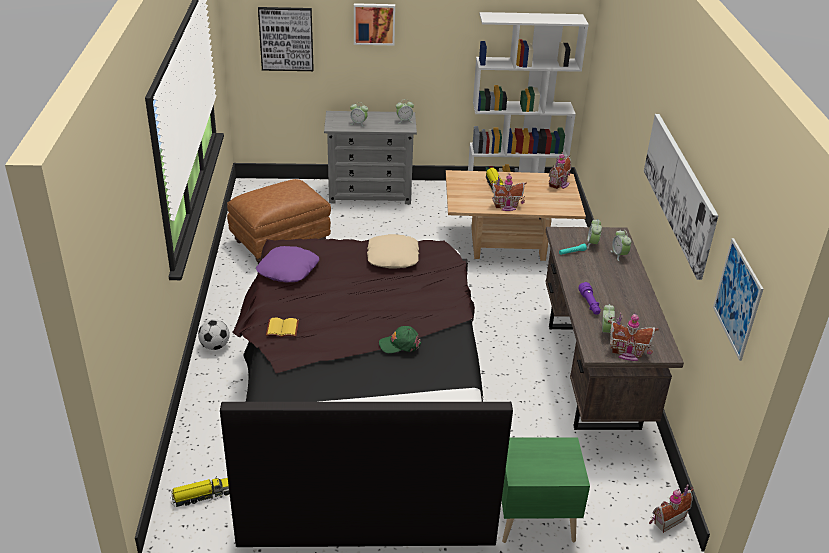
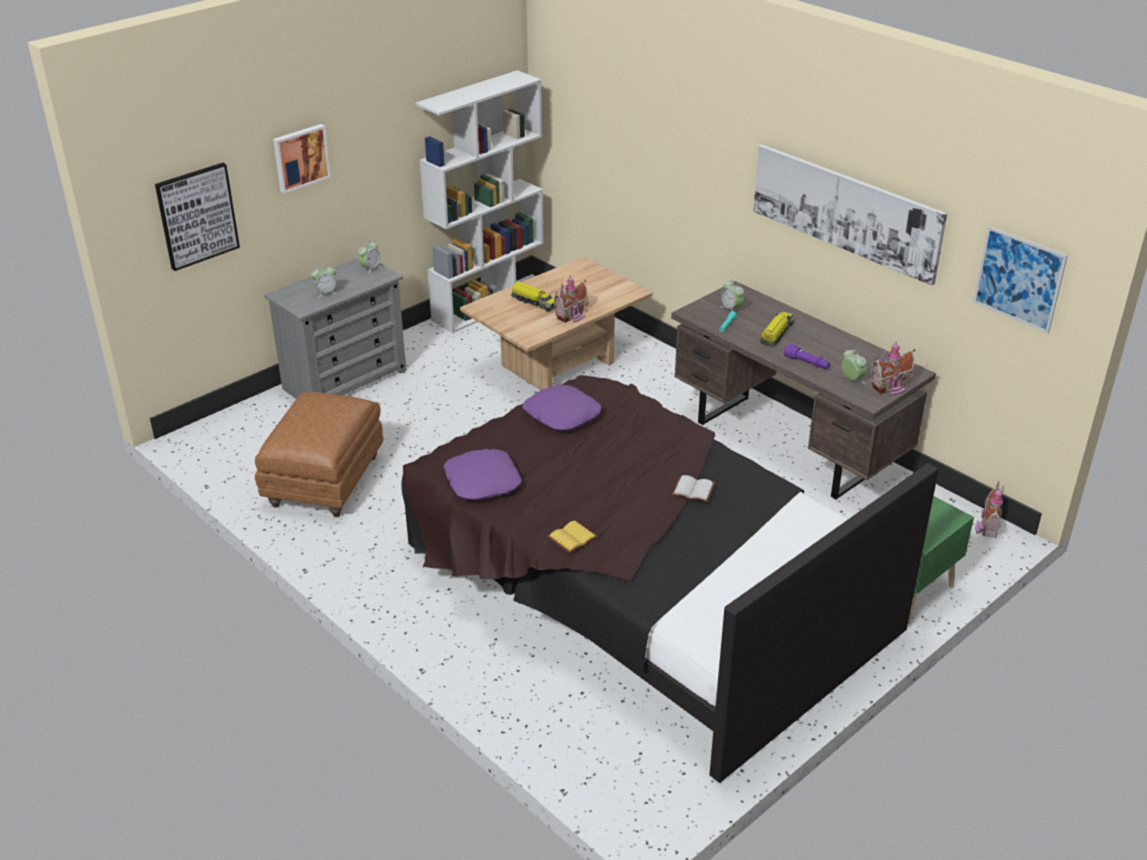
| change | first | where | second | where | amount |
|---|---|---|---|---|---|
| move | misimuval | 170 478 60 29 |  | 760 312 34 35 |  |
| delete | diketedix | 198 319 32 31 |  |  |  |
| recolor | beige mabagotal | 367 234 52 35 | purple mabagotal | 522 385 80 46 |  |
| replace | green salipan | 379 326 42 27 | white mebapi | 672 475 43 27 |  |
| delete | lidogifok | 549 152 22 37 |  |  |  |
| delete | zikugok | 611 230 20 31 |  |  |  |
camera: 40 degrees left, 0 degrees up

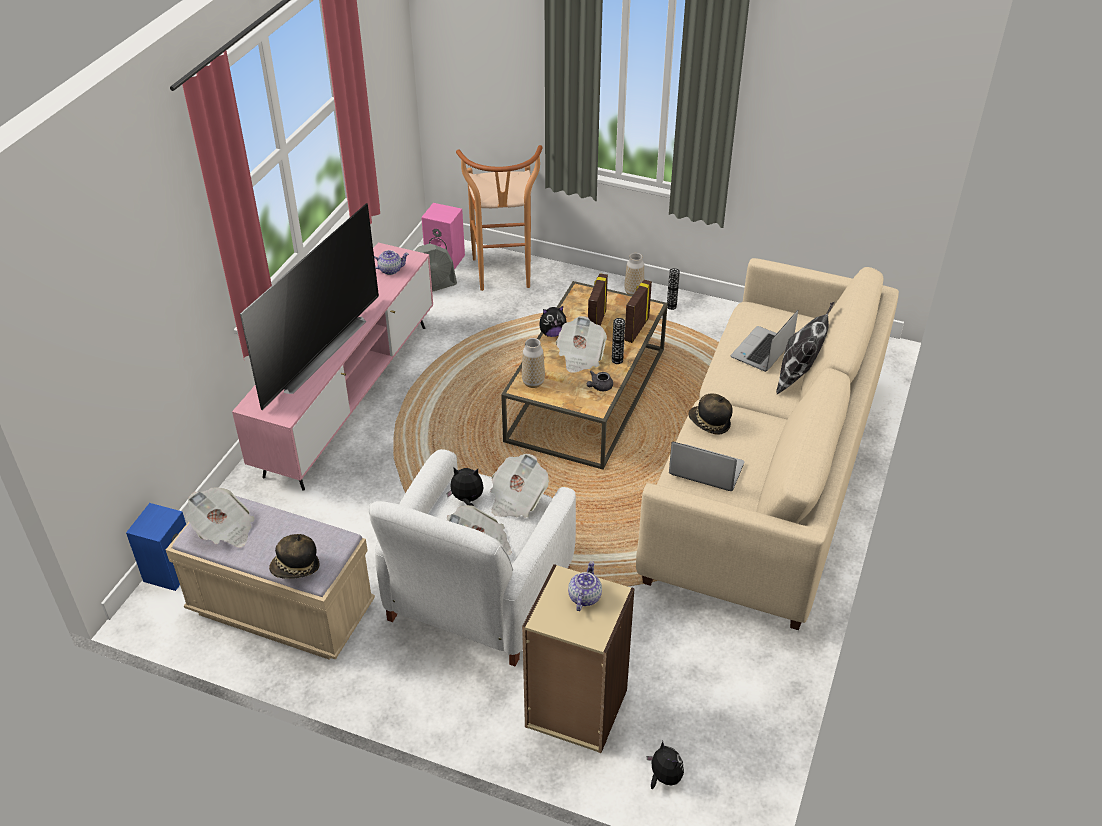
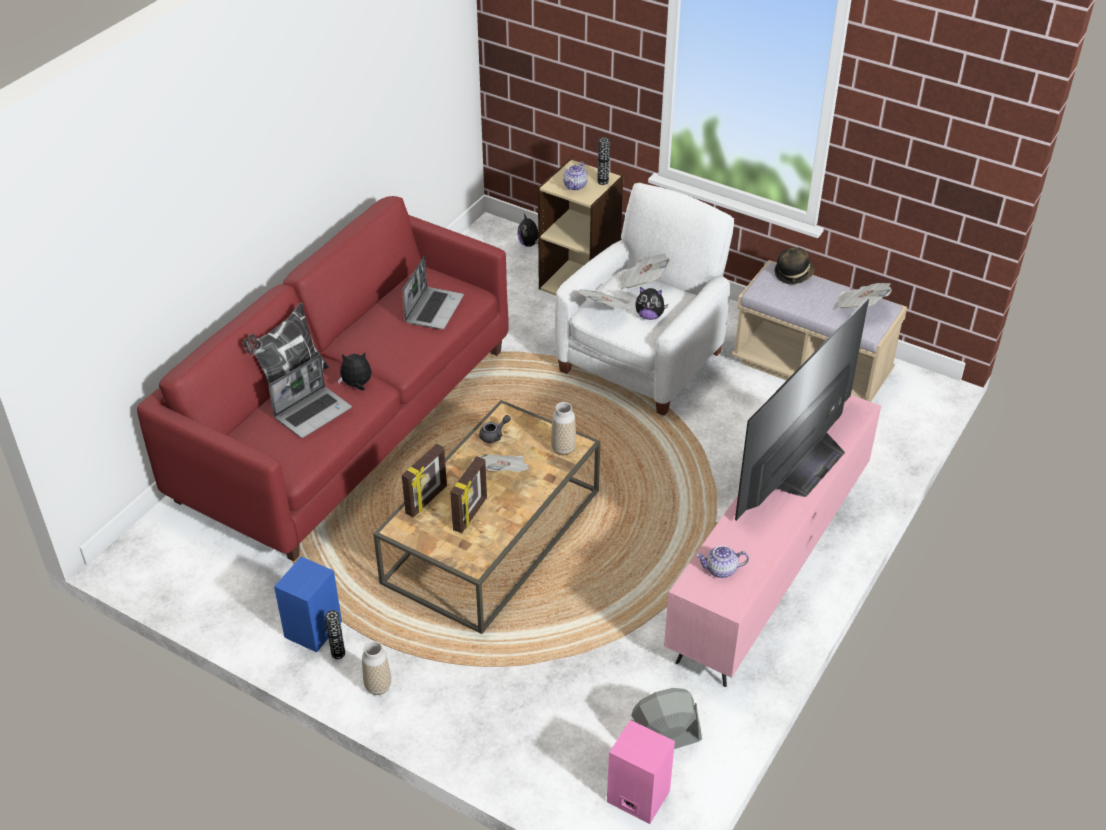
| change | first | where | second | where | amount |
|---|---|---|---|---|---|
| move | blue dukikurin | 126 503 60 88 |  | 274 557 68 95 |  |
| delete | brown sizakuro | 456 145 87 146 |  |  |  |
| move | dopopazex | 539 306 28 31 |  | 338 353 34 37 |  |
| move | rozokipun | 612 318 13 46 |  | 597 138 13 47 |  |
| recolor | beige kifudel | 636 258 263 372 | red kifudel | 137 196 372 365 |  |
| rotate | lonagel | 669 442 75 49 |  | 402 256 62 74 | 105 degrees counterclockwise |
| delete | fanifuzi | 688 393 45 42 |  |  |  |
camera: 170 degrees left, 0 degrees up

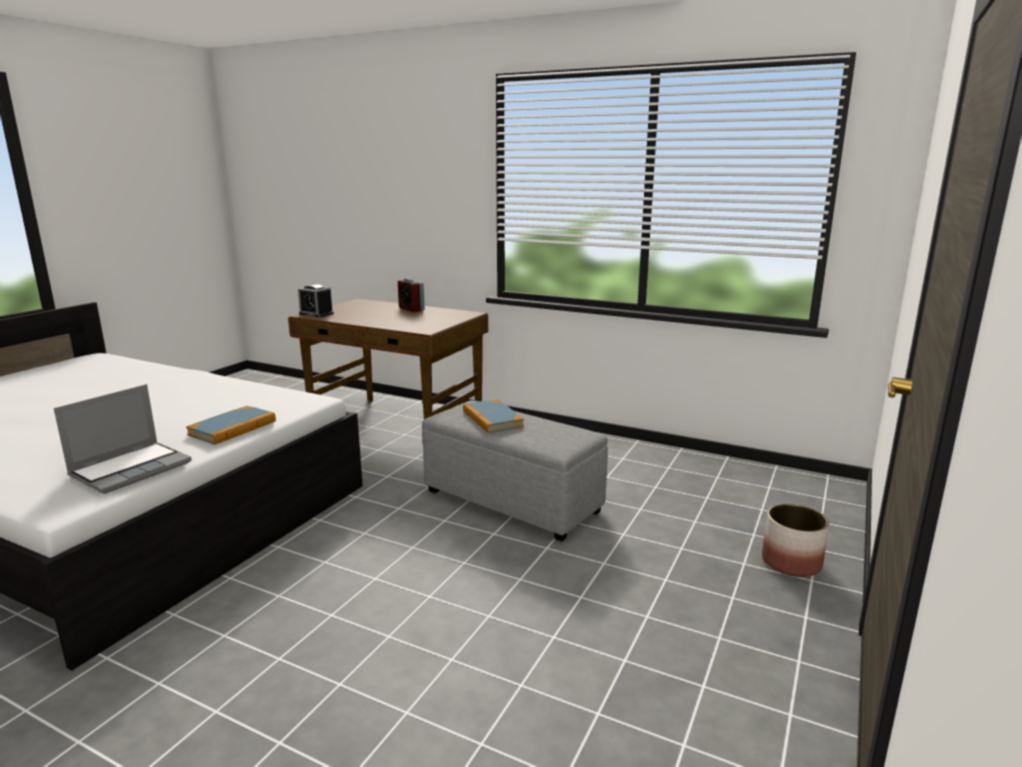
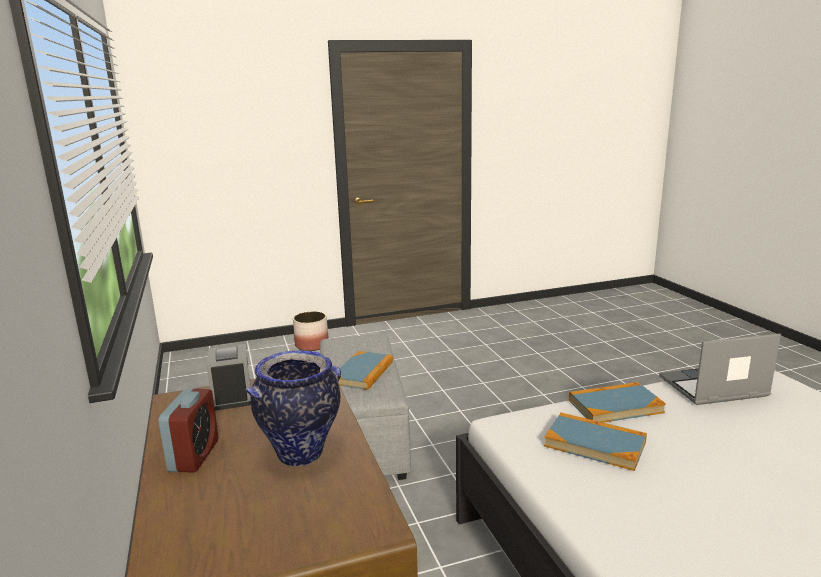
| change | first | where | second | where | amount |
|---|---|---|---|---|---|
| move | zikugok | 298 284 36 33 |  | 207 344 44 67 |  |
| insert |  |  | rozokipun | 245 350 96 116 |  |
| insert |  |  | mebapi | 544 413 103 58 |  |
camera: 135 degrees left, 0 degrees up

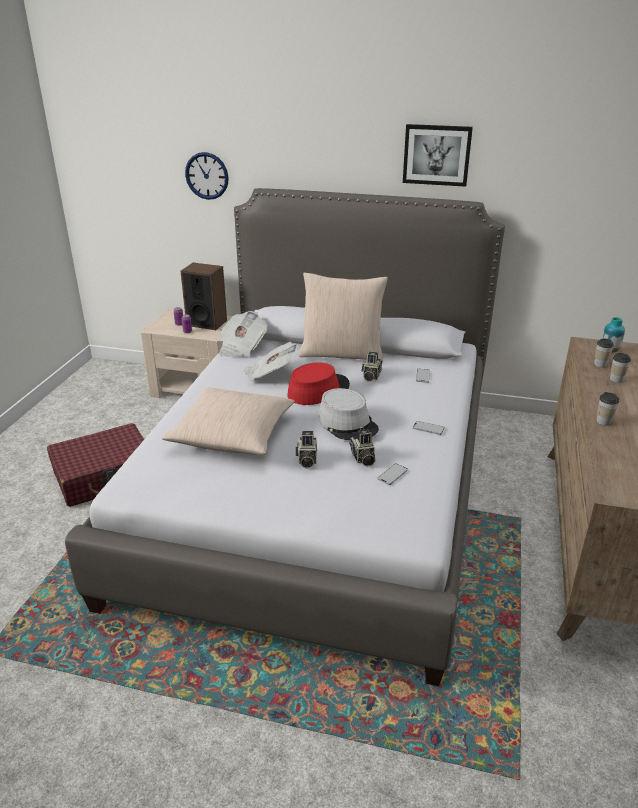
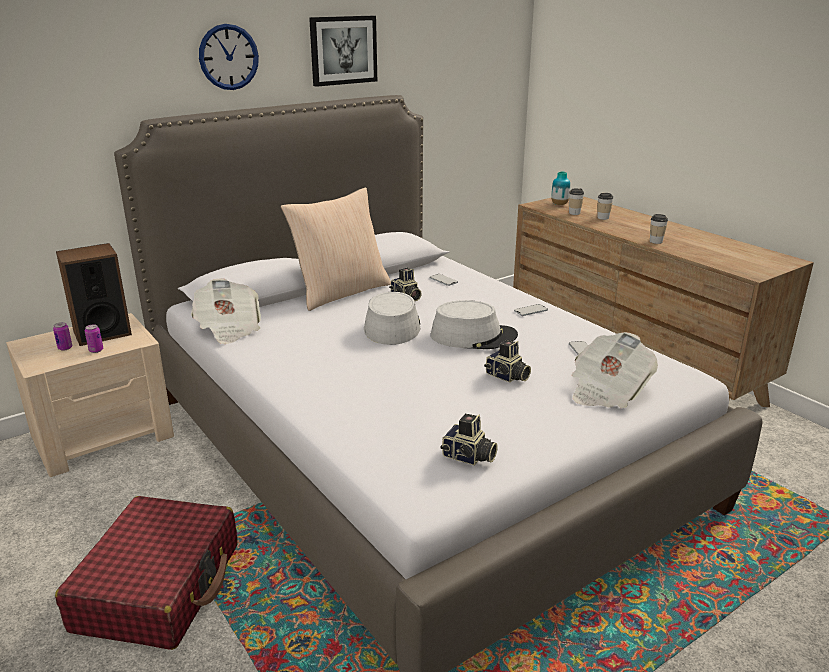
| change | first | where | second | where | amount |
|---|---|---|---|---|---|
| delete | beige mabagotal | 162 388 133 67 |  |  |  |
| move | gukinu | 185 152 44 48 |  | 199 24 60 66 |  |
| move | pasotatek | 244 342 55 39 |  | 572 332 86 76 |  |
| recolor | red fanifuzi | 287 362 63 43 | grey fanifuzi | 364 292 57 53 |  |
| move | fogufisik | 349 429 27 38 |  | 440 414 58 51 |  |
camera: 50 degrees left, 5 degrees down

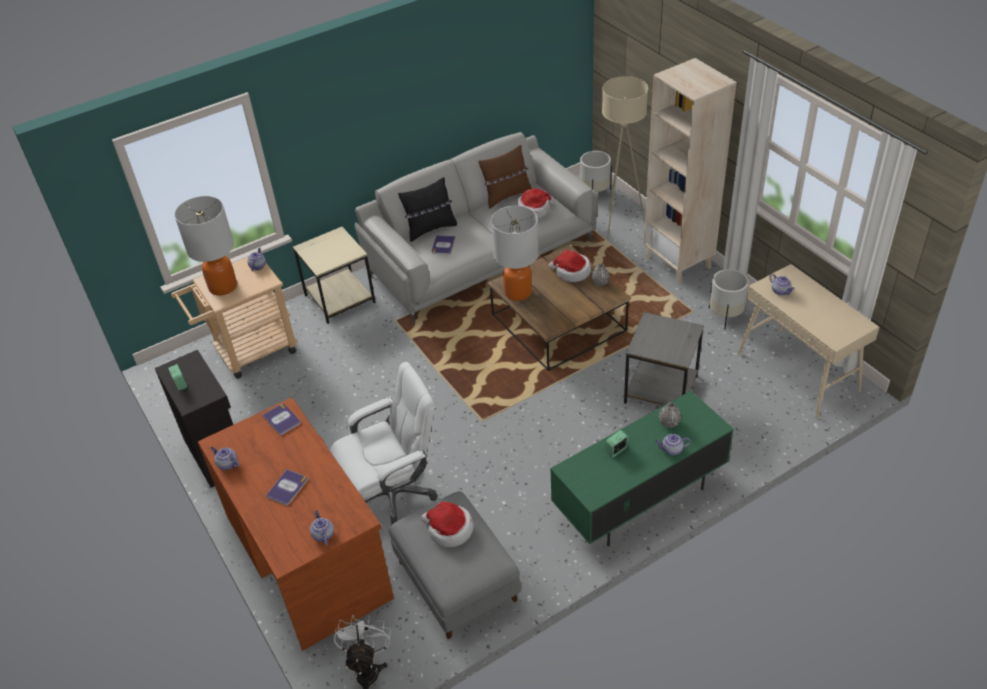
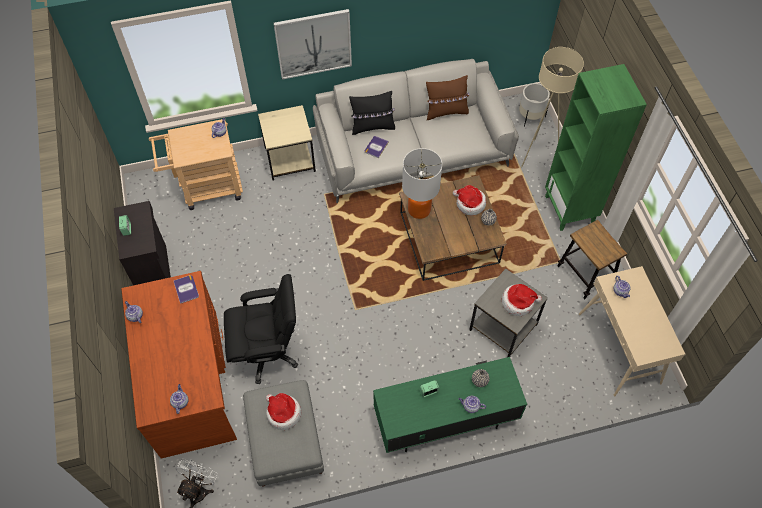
| change | first | where | second | where | amount |
|---|---|---|---|---|---|
| delete | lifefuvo | 174 196 63 100 |  |  |  |
| delete | mebapi | 266 469 41 36 |  |  |  |
| recolor | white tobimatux | 330 362 108 162 | black tobimatux | 224 274 74 110 |  |
| move | fanifuzi | 517 189 39 29 |  | 502 284 40 32 |  |
| recolor | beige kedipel | 644 58 93 226 | green kedipel | 545 64 102 167 |  |
| replace | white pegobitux | 709 269 40 60 | sizakuro | 558 220 69 79 |  |
| insert |  |  | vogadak | 273 9 79 70 |  |
camera: 15 degrees right, 15 degrees up

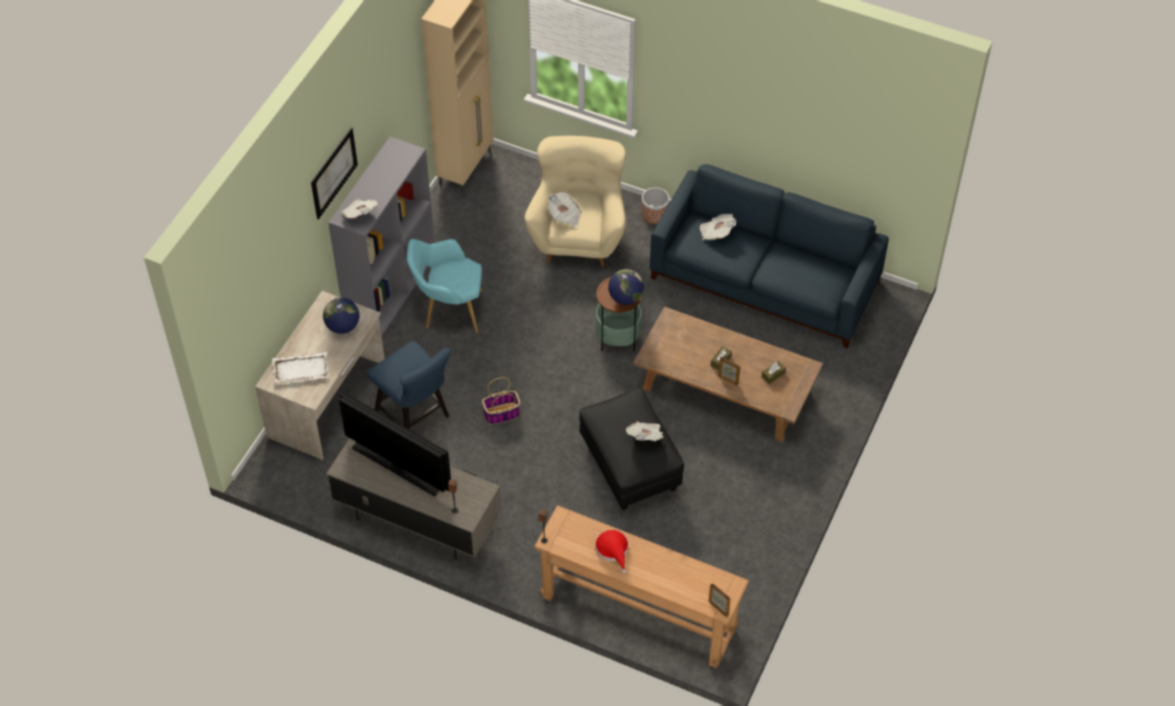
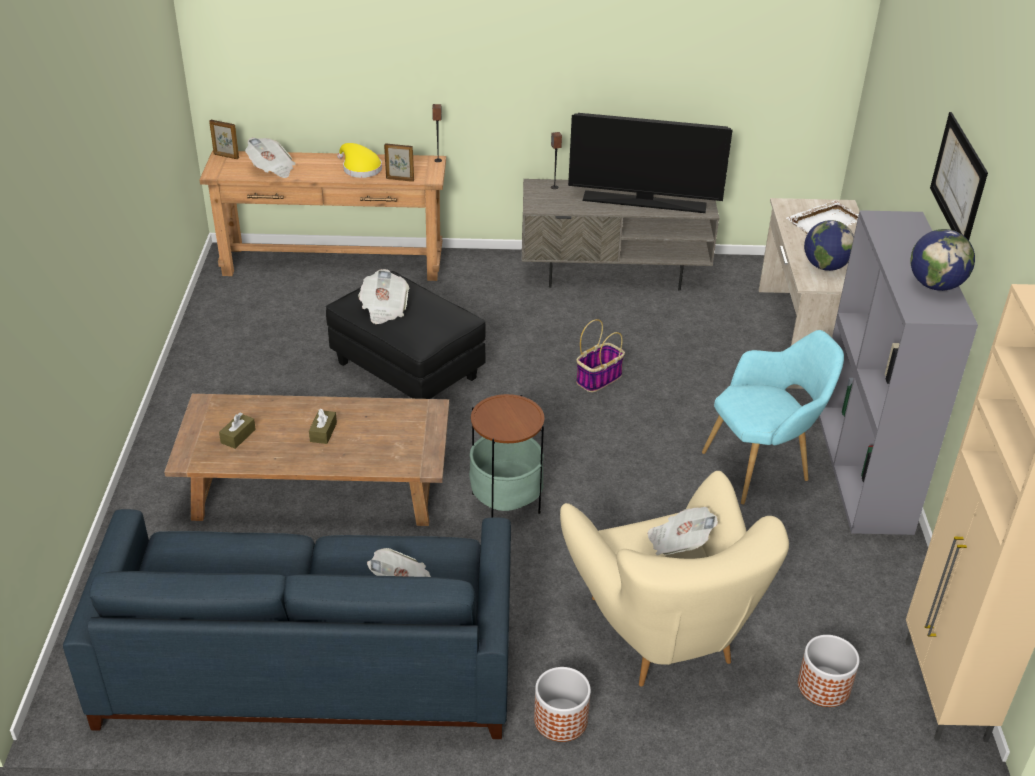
| change | first | where | second | where | amount |
|---|---|---|---|---|---|
| move | pasotatek | 341 199 36 19 |  | 245 138 50 40 |  |
| delete | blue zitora | 367 341 84 89 |  |  |  |
| recolor | red fanifuzi | 595 530 34 43 | yellow fanifuzi | 337 143 45 35 |  |
| move | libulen | 608 269 36 36 |  | 910 229 65 62 |  |
| move | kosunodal | 718 356 23 30 |  | 384 143 30 39 |  |
| insert |  |  | pegobitux | 798 635 62 72 |  |
camera: 155 degrees right, 15 degrees down

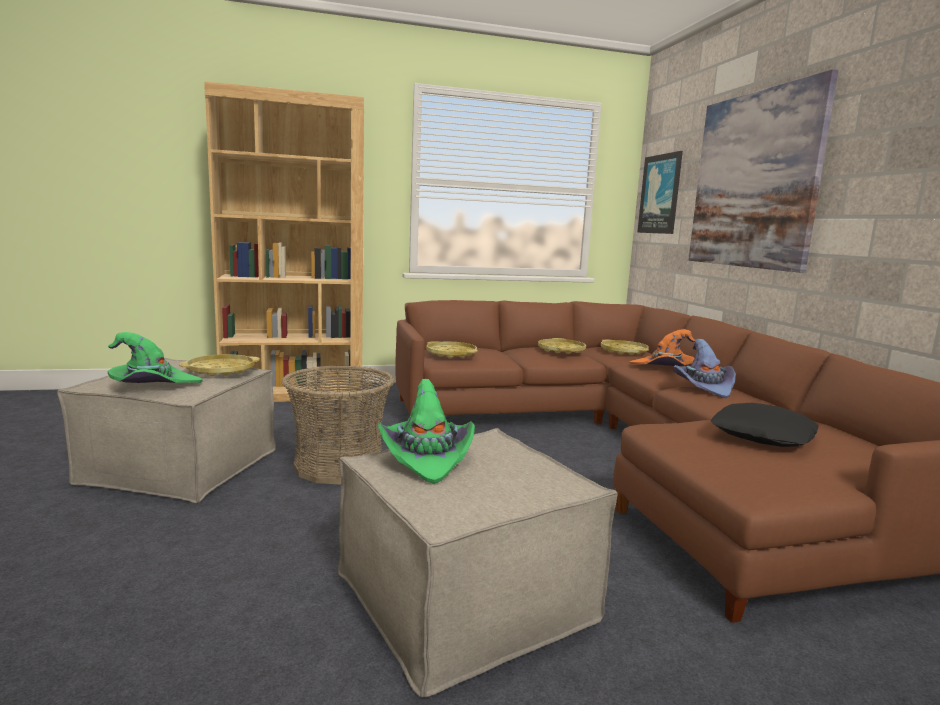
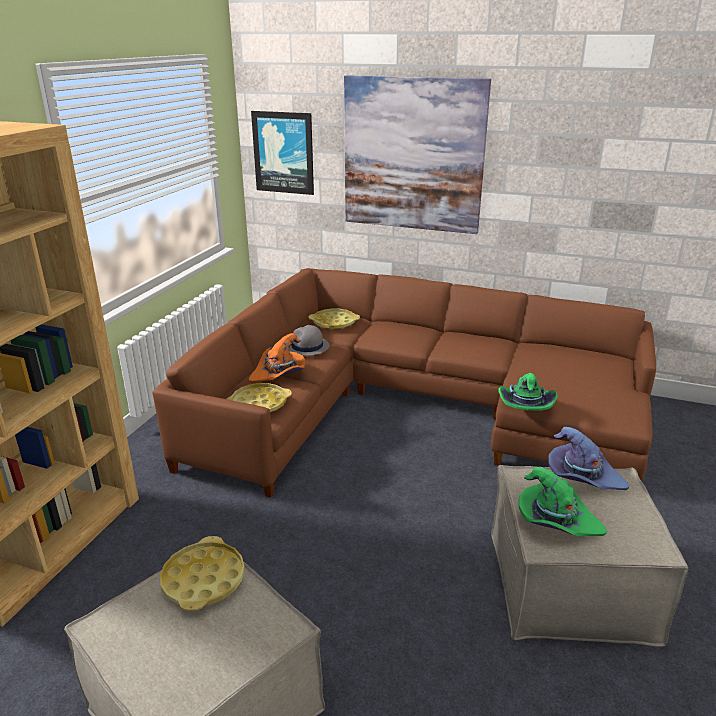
| change | first | where | second | where | amount |
|---|---|---|---|---|---|
| move | green fanifuzi | 108 332 95 51 |  | 498 373 60 38 |  |
| delete | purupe | 282 365 113 119 |  |  |  |
| replace | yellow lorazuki | 538 338 48 16 | grey fanifuzi | 289 325 40 31 |  |
| move | orange fanifuzi | 629 329 66 37 |  | 249 333 57 50 |  |
| move | purple fanifuzi | 673 339 63 59 |  | 548 427 82 63 |  |
| delete | black mabagotal | 710 403 109 44 |  |  |  |
camera: 55 degrees left, 15 degrees up

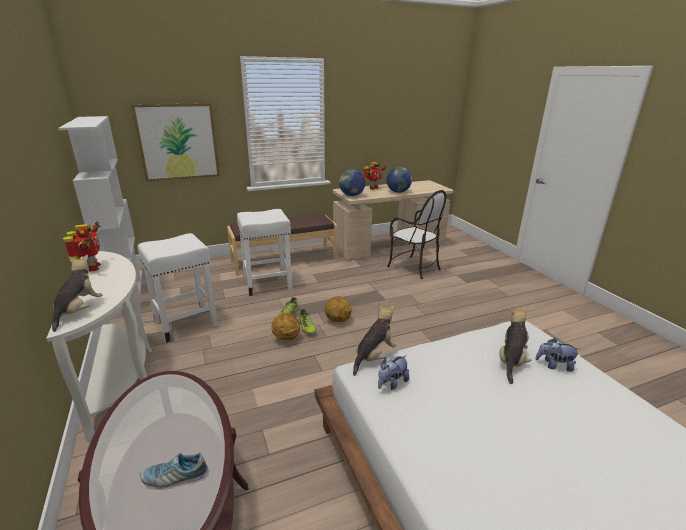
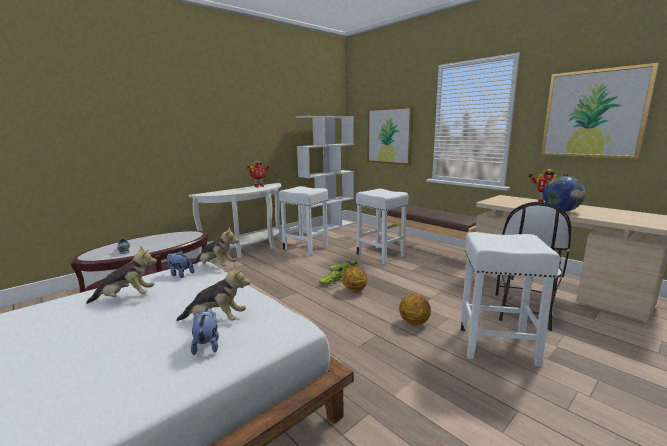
| change | first | where | second | where | amount |
|---|---|---|---|---|---|
| move | dopopazex | 52 255 50 77 |  | 86 246 71 58 |  |
| move | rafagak | 271 313 29 29 |  | 399 294 32 32 |  |
| delete | libulen | 339 170 26 26 |  |  |  |
| insert |  |  | white sizakuro | 460 232 100 135 |  |
| insert |  |  | vogadak | 541 63 118 96 |  |
camera: 70 degrees right, 10 degrees down

